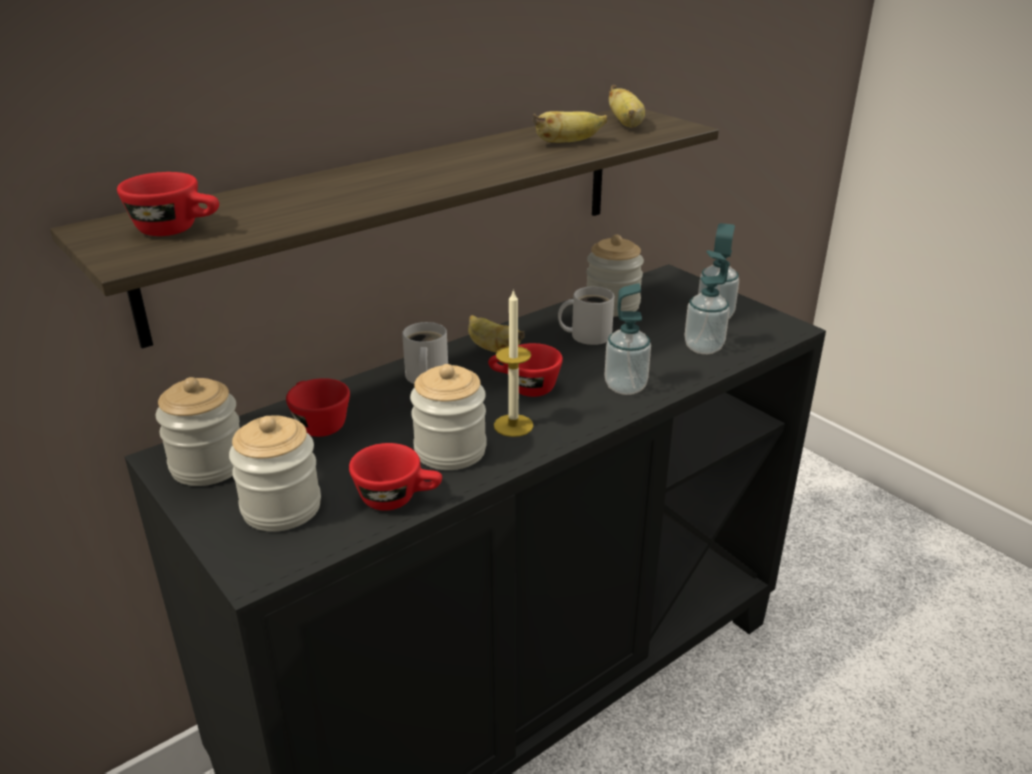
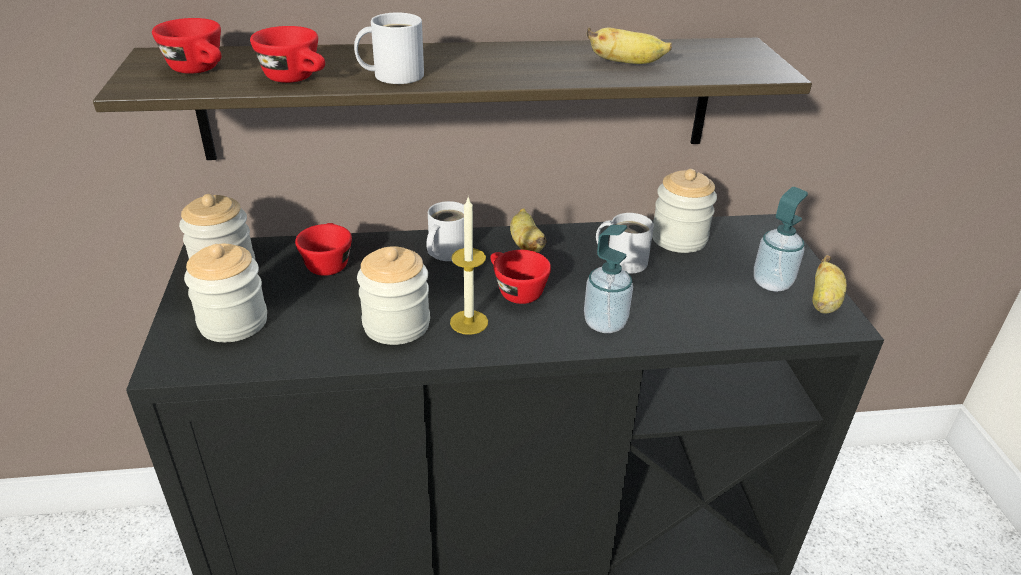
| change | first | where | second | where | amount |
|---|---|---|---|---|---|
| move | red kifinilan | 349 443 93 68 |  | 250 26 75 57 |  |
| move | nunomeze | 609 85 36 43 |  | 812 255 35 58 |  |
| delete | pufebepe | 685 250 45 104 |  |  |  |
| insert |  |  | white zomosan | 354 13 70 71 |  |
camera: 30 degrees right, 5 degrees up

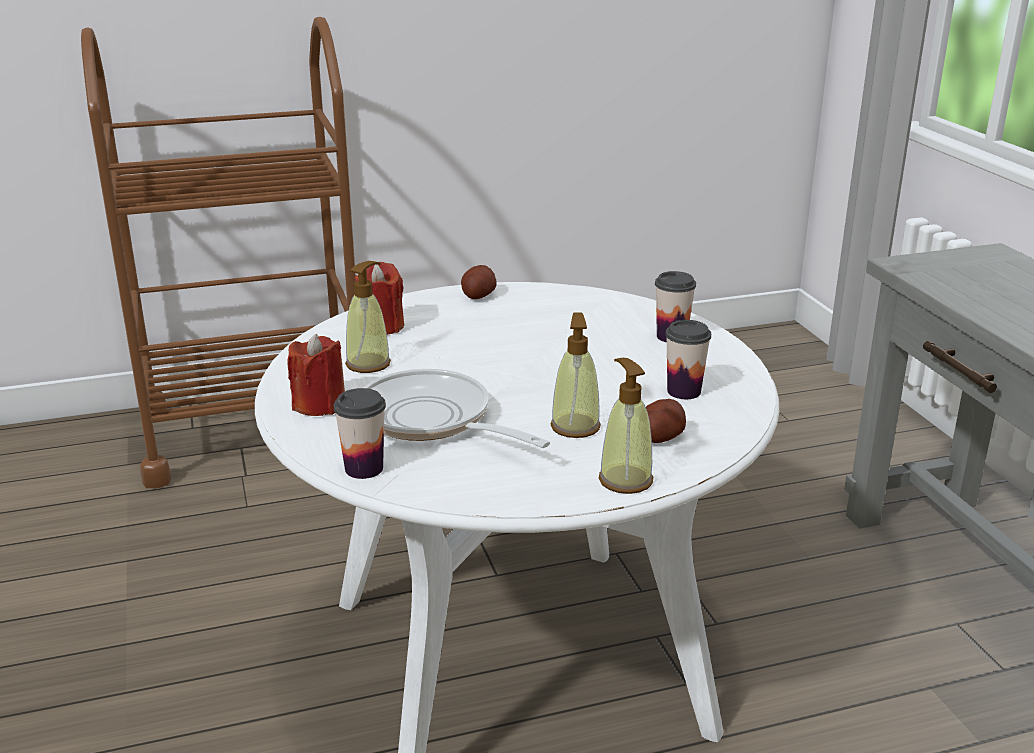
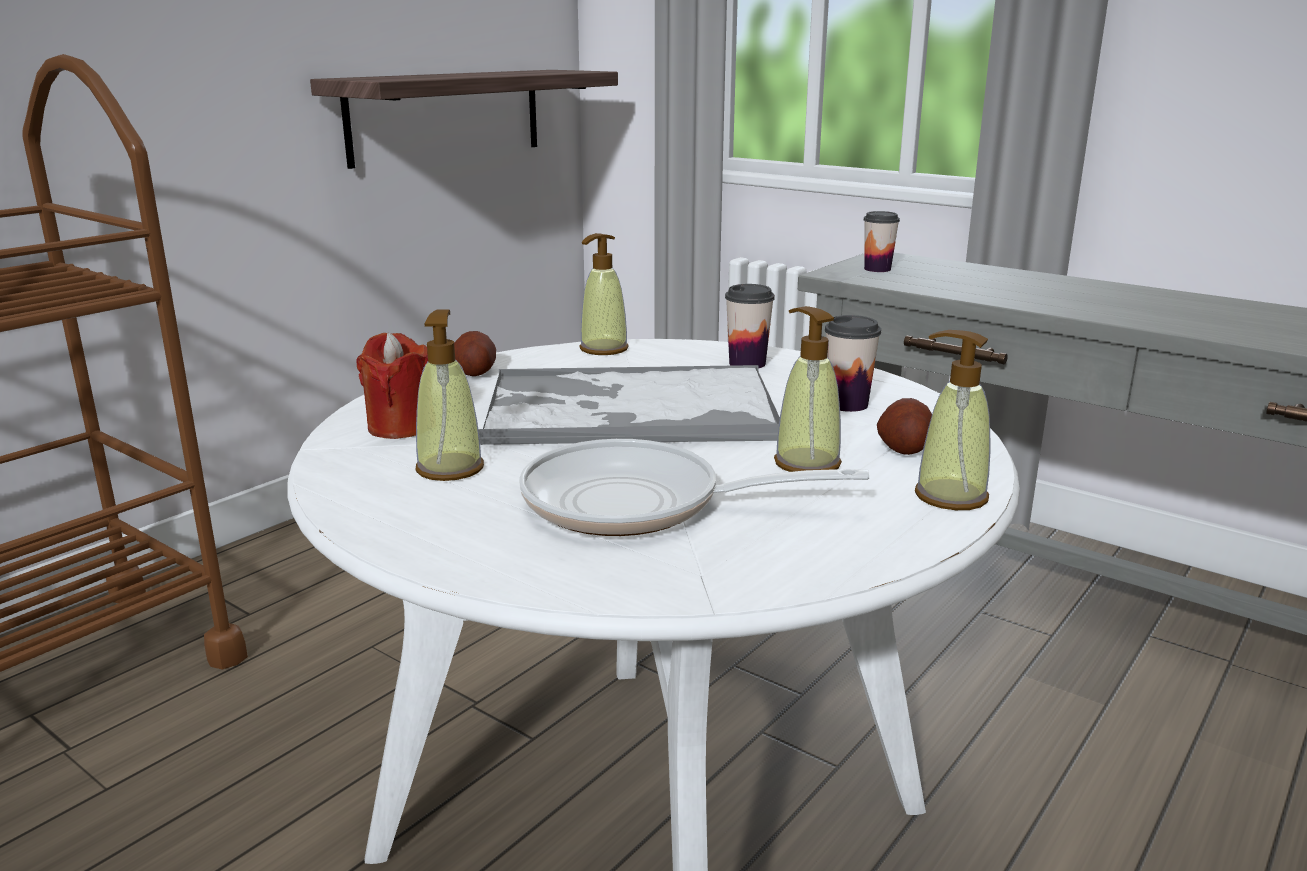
| change | first | where | second | where | amount |
|---|---|---|---|---|---|
| delete | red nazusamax | 287 334 58 82 |  |  |  |
| move | kifinilan | 334 388 52 91 |  | 864 211 36 61 |  |
| insert |  |  | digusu | 310 70 308 99 |  |
| insert |  |  | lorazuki | 478 365 302 81 |  |
| insert |  |  | pufebepe | 579 233 50 122 |  |
camera: 35 degrees left, 5 degrees down

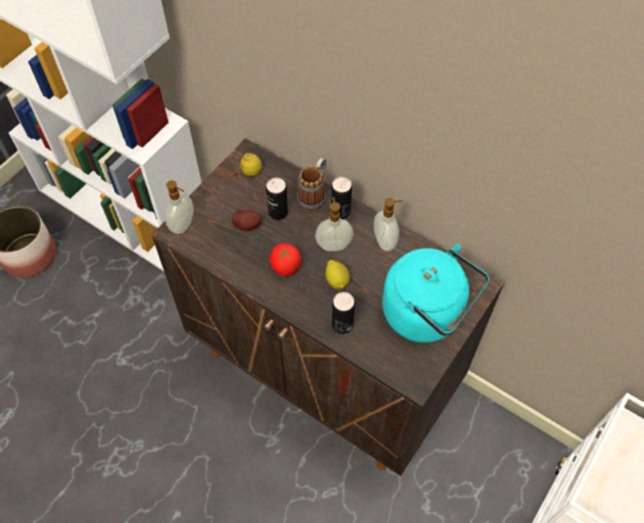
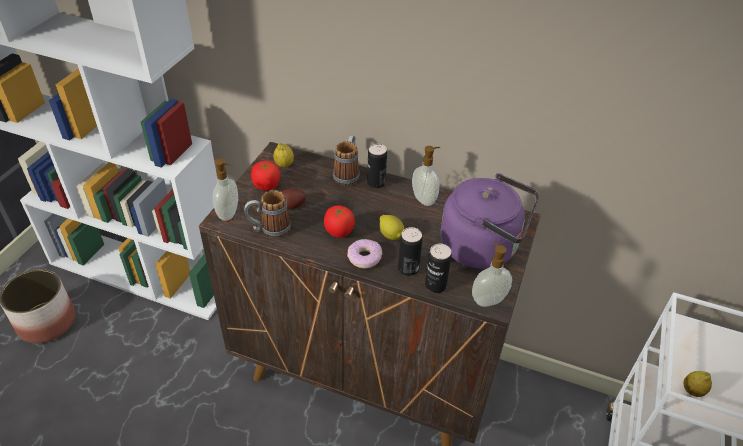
| change | first | where | second | where | amount |
|---|---|---|---|---|---|
| move | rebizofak | 266 178 22 42 |  | 425 244 27 49 |  |
| move | pufebepe | 315 197 39 54 |  | 472 241 40 66 |  |
| recolor | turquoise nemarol | 382 244 107 99 | purple nemarol | 441 173 98 96 |  |
| insert |  |  | zomosan | 244 190 47 48 |  |
| insert |  |  | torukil | 251 161 29 30 |  |
| insert |  |  | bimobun | 347 239 35 30 |  |
| insert |  |  | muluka | 683 371 29 26 |  |
camera: 15 degrees left, 15 degrees down

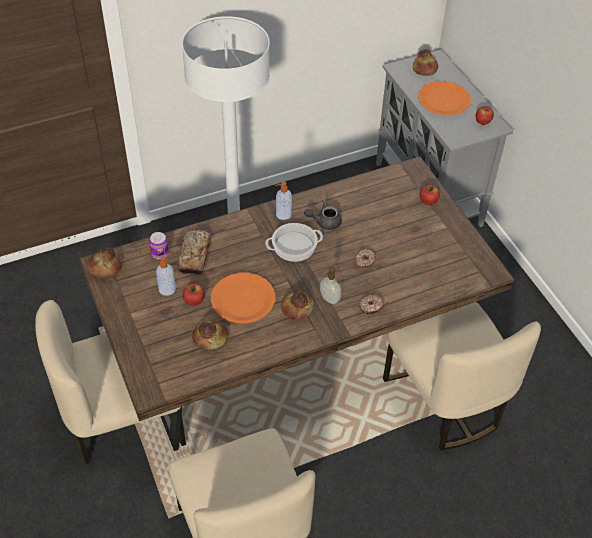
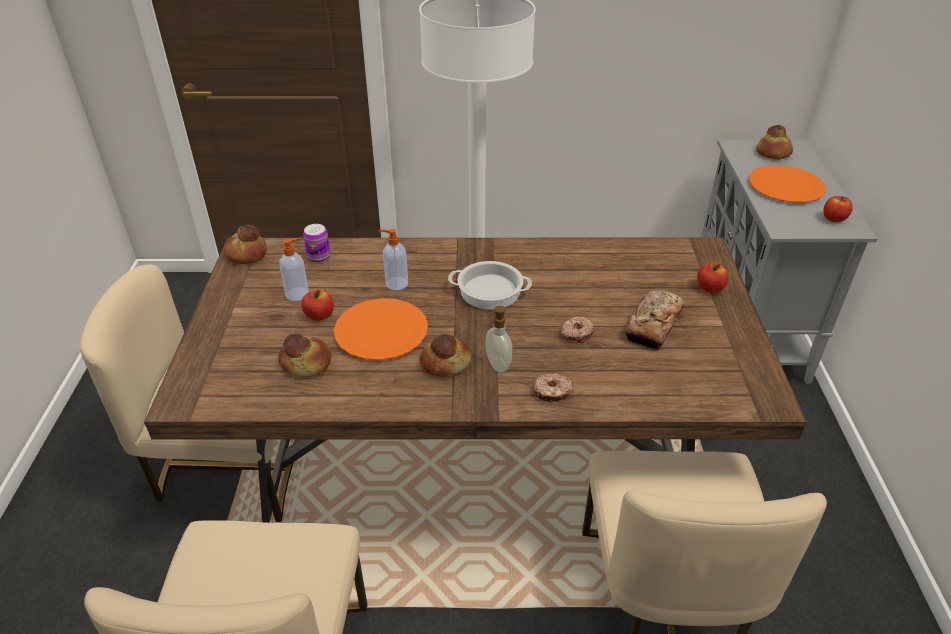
| change | first | where | second | where | amount |
|---|---|---|---|---|---|
| move | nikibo | 177 230 34 45 |  | 625 291 60 60 |  |
| move | pufebepe | 275 182 17 38 |  | 378 229 30 61 |  |
| delete | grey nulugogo | 304 200 38 30 |  |  |  |
camera: 25 degrees right, 10 degrees down

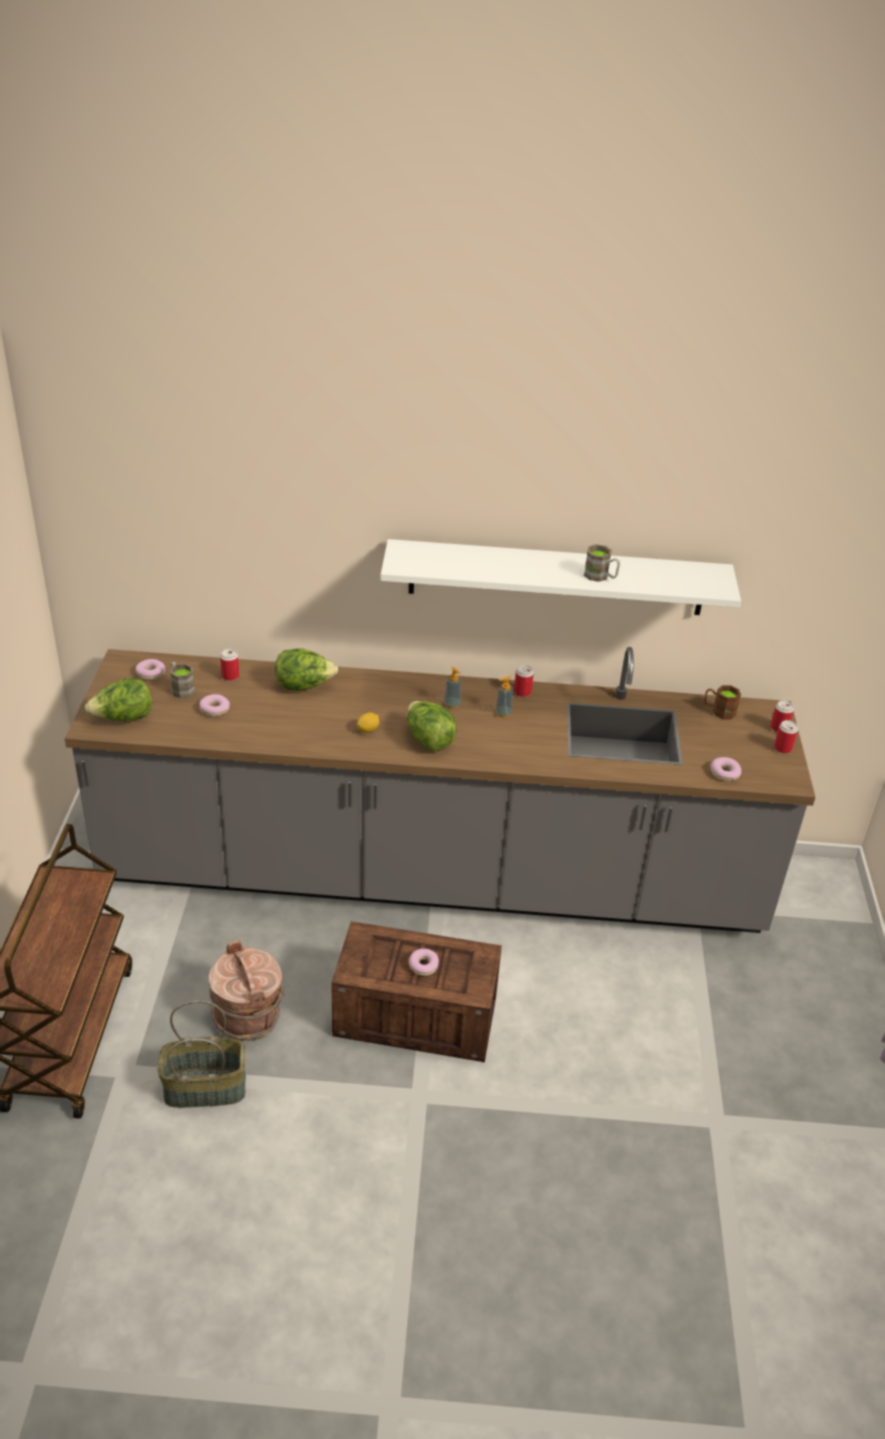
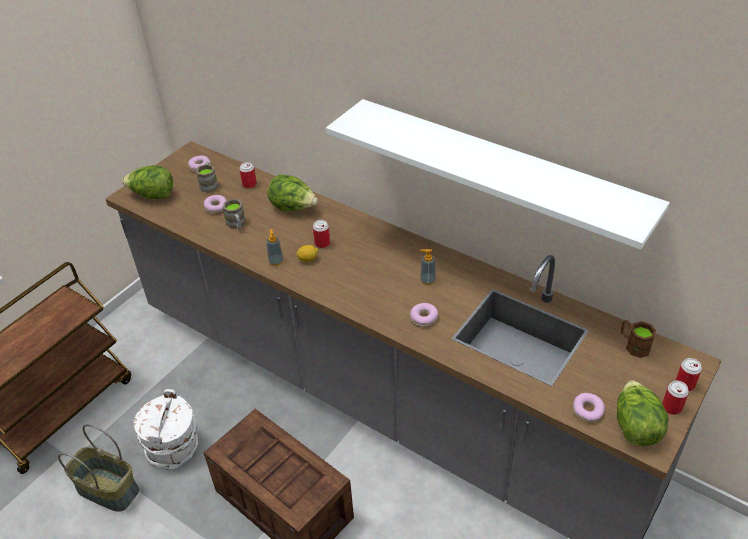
| change | first | where | second | where | amount |
|---|---|---|---|---|---|
| recolor | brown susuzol | 209 940 75 101 | white susuzol | 134 389 64 81 |  |
| move | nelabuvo | 407 701 50 50 |  | 617 380 52 67 |  |
| move | bimobun | 409 948 30 28 |  | 410 303 28 24 |  |
| move | pufebepe | 444 667 17 42 |  | 266 229 17 37 |  |
| move | rebizofak | 514 665 20 32 |  | 313 220 17 28 |  |
| move | brown zomosan | 584 544 36 38 |  | 223 199 23 30 |  |
camera: 35 degrees right, 5 degrees up

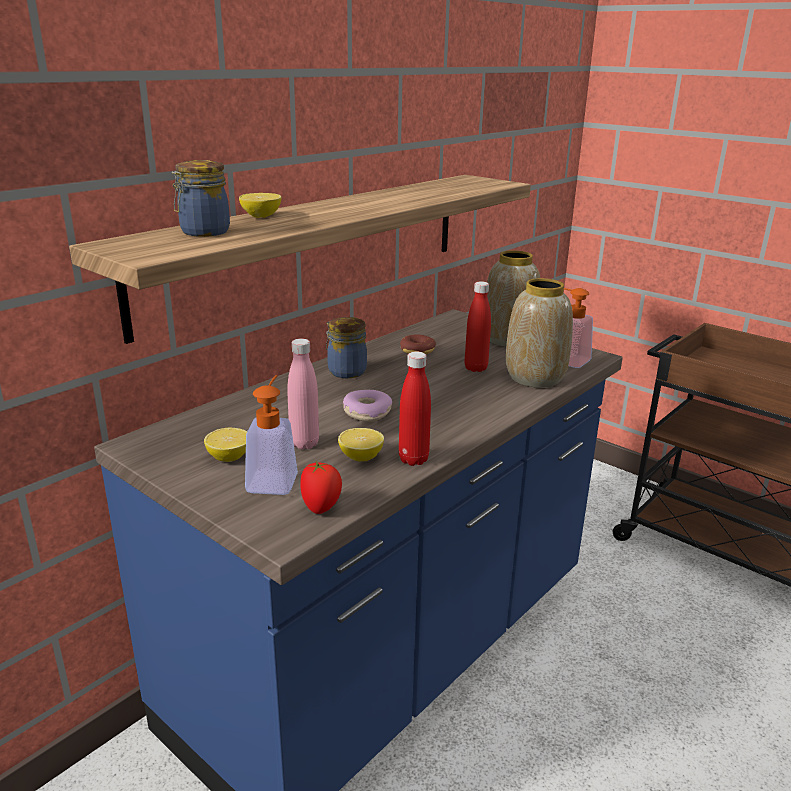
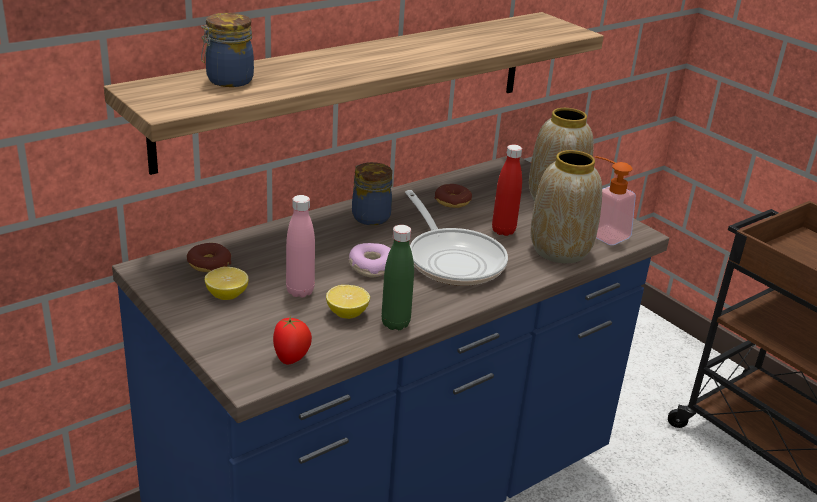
| change | first | where | second | where | amount |
|---|---|---|---|---|---|
| delete | muluka | 239 193 43 25 |  |  |  |
| delete | pufebepe | 245 375 53 120 |  |  |  |
| recolor | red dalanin | 399 352 32 114 | green dalanin | 382 225 32 105 |  |
| insert |  |  | bimobun | 187 243 44 29 |  |
| insert |  |  | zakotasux | 405 190 103 96 |  |
camera: 10 degrees right, 5 degrees up

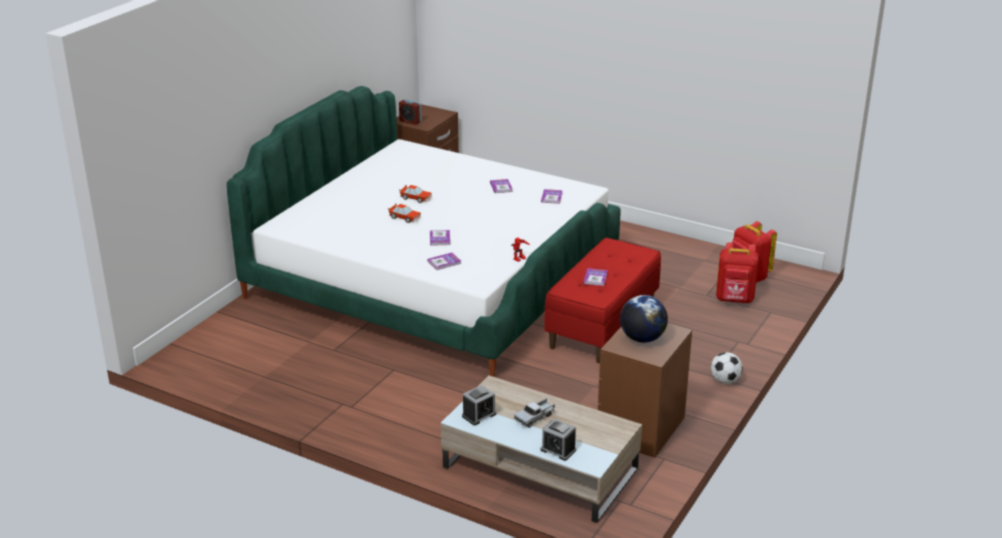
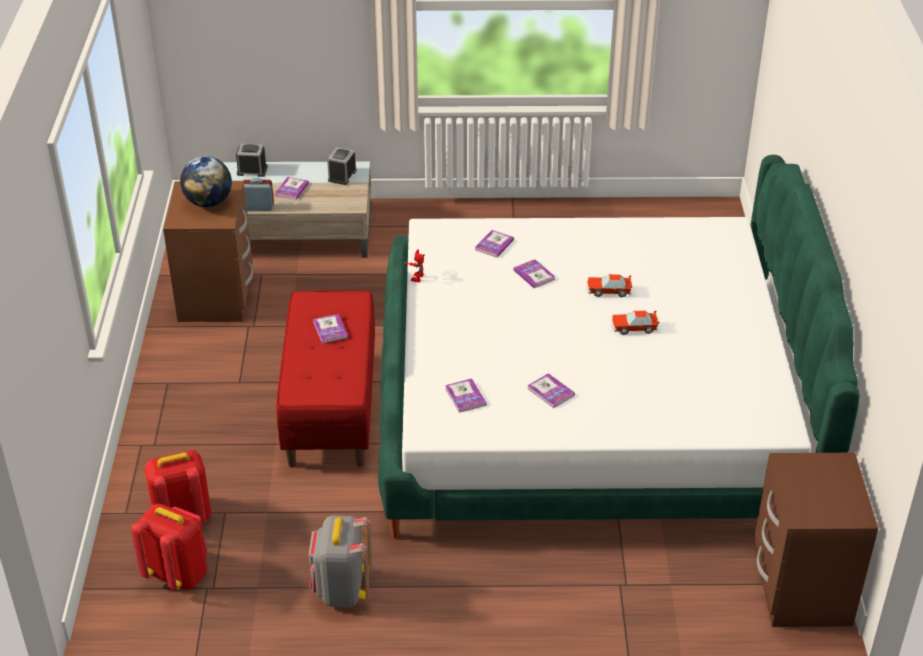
| change | first | where | second | where | amount |
|---|---|---|---|---|---|
| move | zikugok | 399 99 23 26 |  | 243 178 31 33 |  |
| replace | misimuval | 514 398 41 30 | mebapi | 275 177 34 23 |  |
| delete | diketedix | 711 352 32 32 |  |  |  |
| insert |  |  | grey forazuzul | 309 515 64 92 |  |
camera: 150 degrees right, 10 degrees up

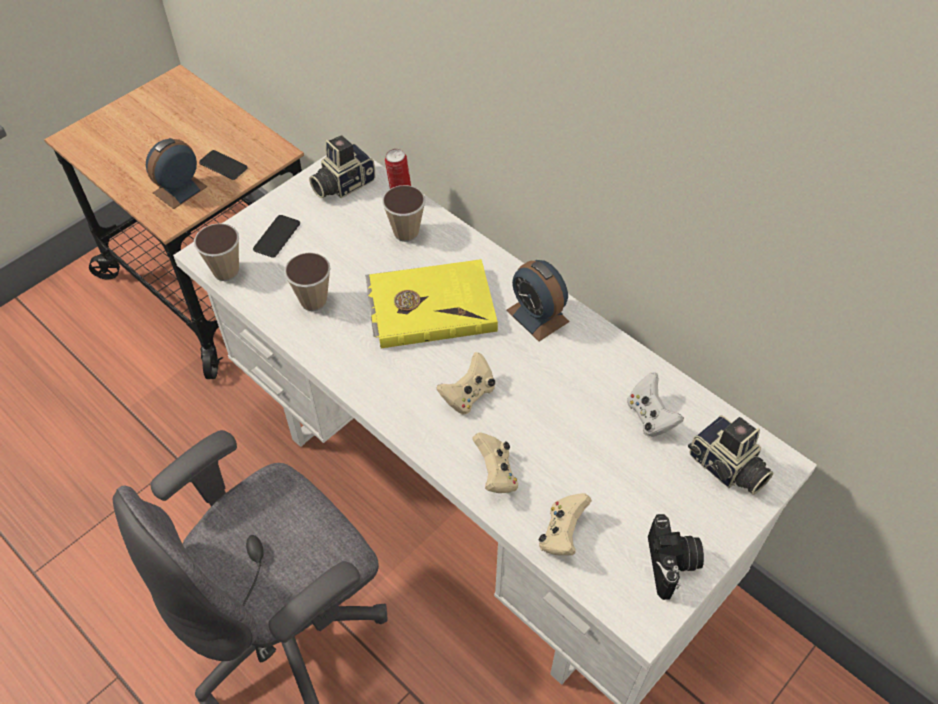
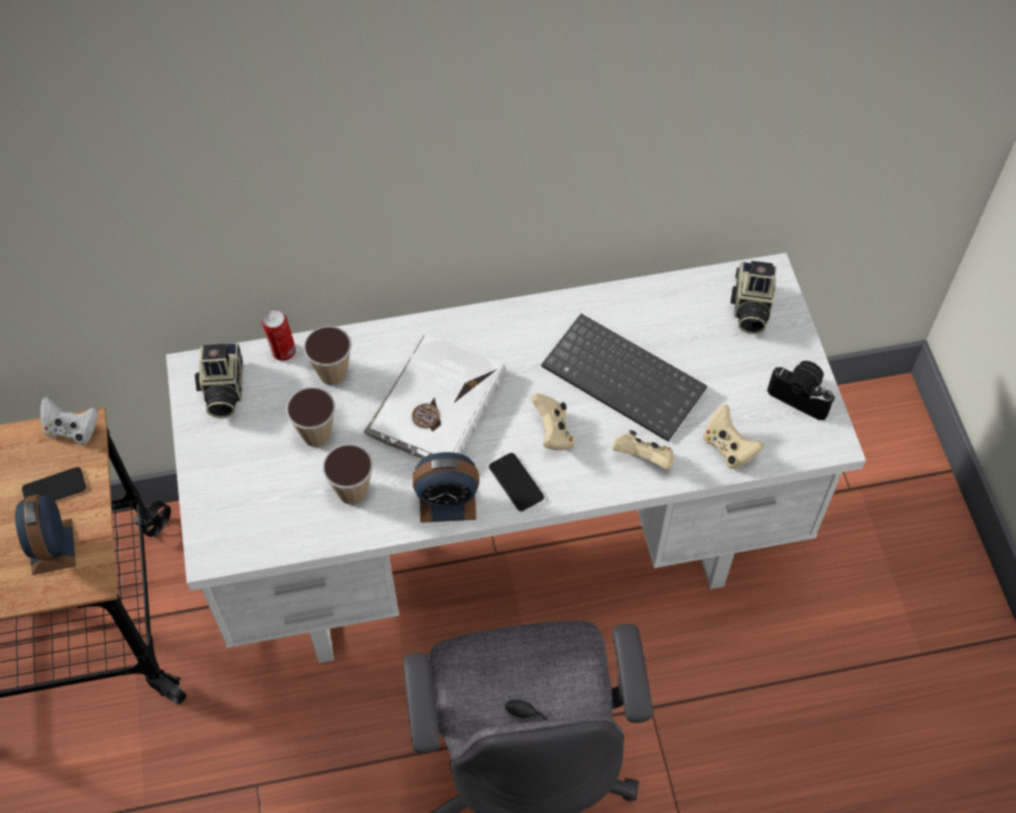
| change | first | where | second | where | amount |
|---|---|---|---|---|---|
| move | kifinilan | 194 223 45 58 |  | 286 387 49 60 |  |
| move | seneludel | 253 215 47 43 |  | 489 453 55 58 |  |
| recolor | yellow mebapi | 365 259 133 89 | white mebapi | 363 334 143 125 |  |
| move | zikugok | 506 260 64 81 |  | 413 452 66 71 |  |
| move | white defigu | 627 372 57 66 |  | 41 397 57 48 |  |
| rotate | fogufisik | 688 416 86 79 |  | 730 261 47 73 | 105 degrees clockwise |
| insert |  |  | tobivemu | 541 314 166 127 |  |
camera: 55 degrees left, 5 degrees up

